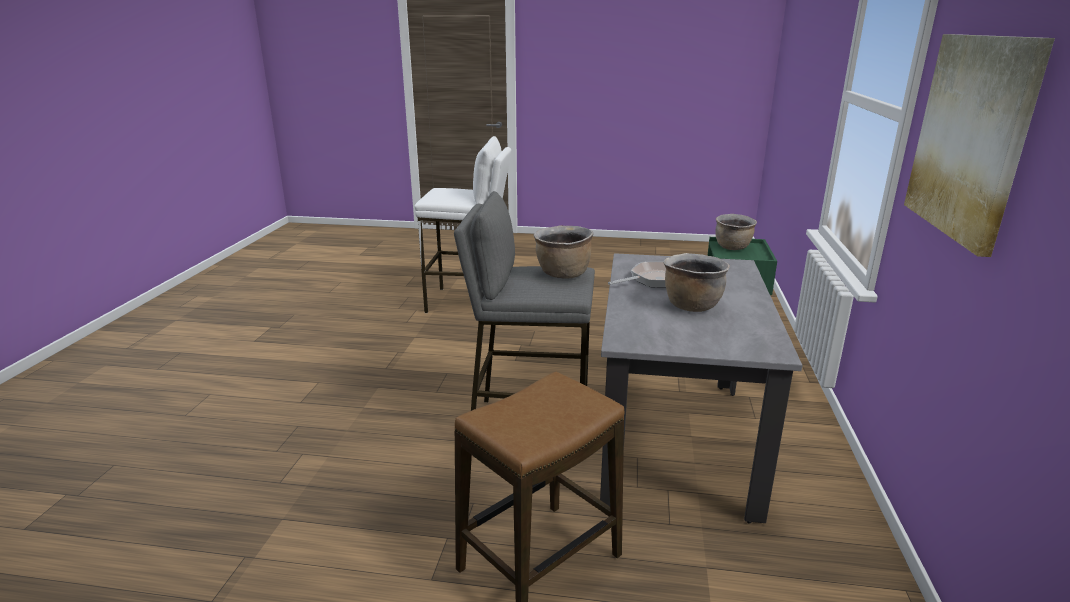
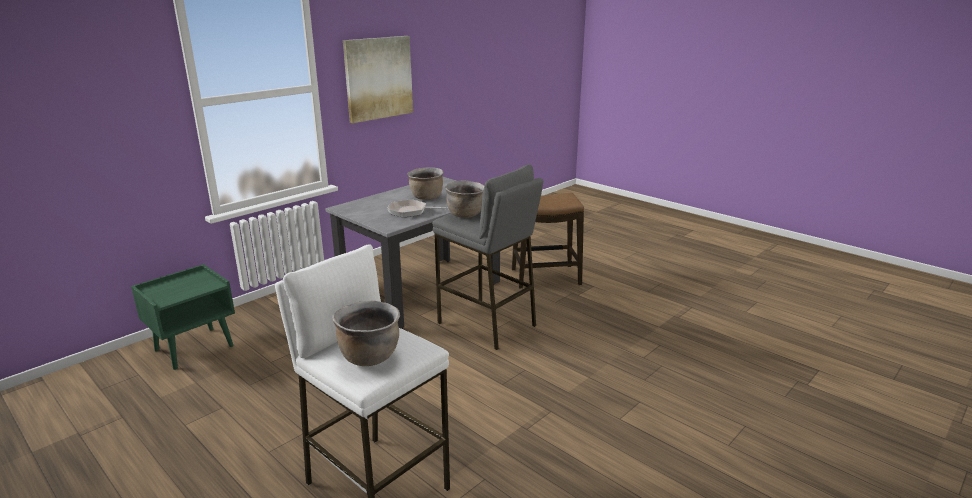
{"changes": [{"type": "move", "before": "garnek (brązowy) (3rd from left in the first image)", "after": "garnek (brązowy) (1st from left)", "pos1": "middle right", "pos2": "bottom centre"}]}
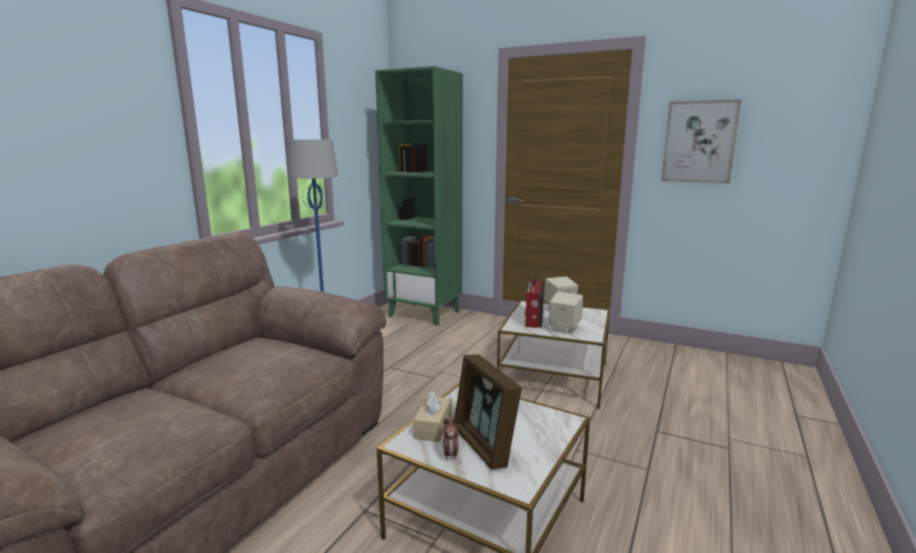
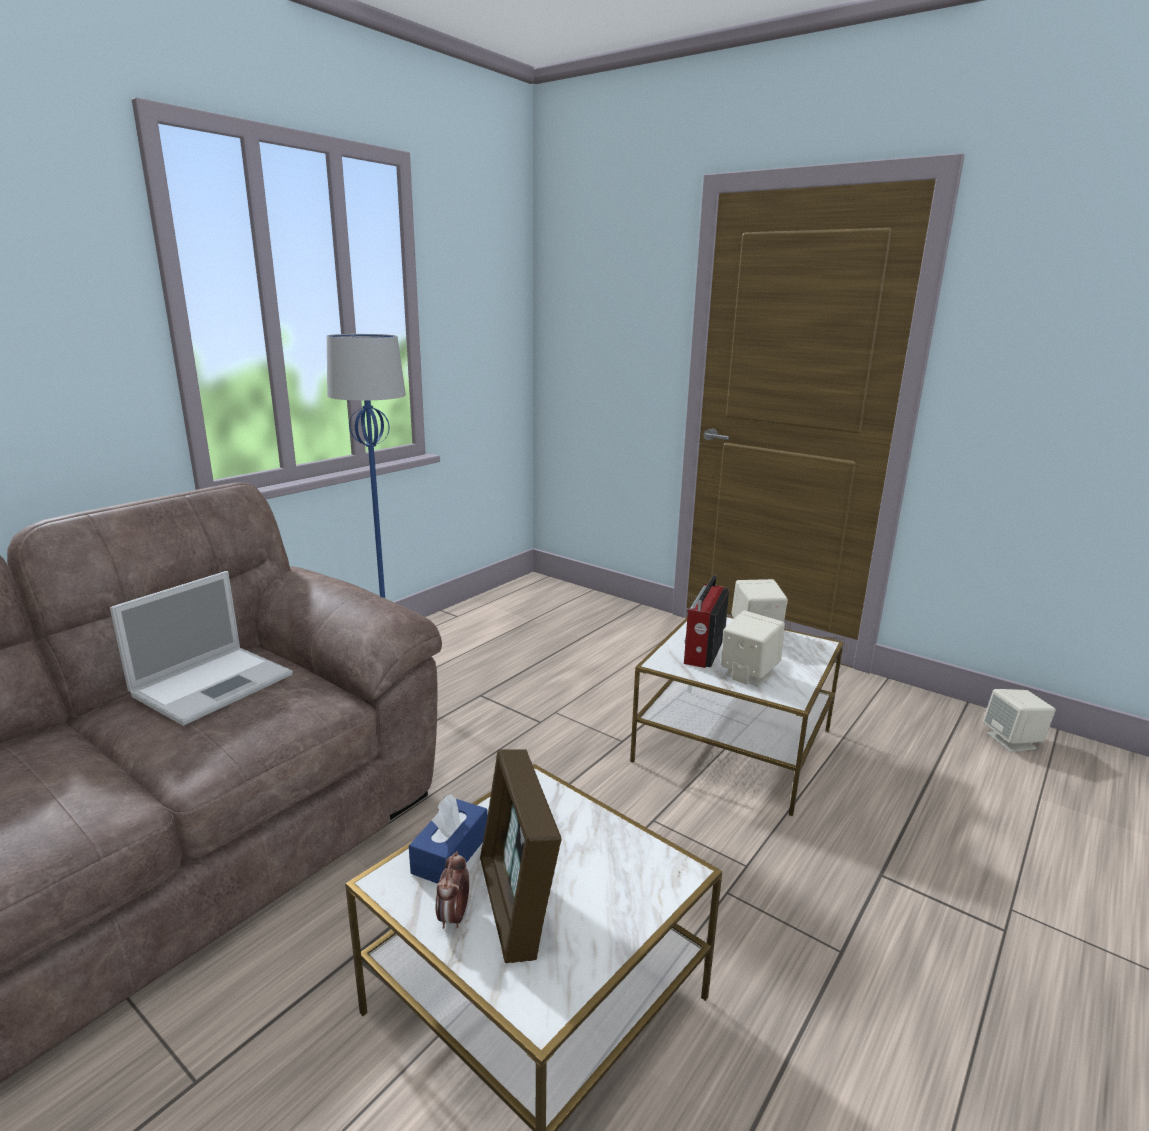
{"changes": [{"type": "delete", "before": "regał (zielony)", "pos1": "centre"}, {"type": "delete", "before": "obraz", "pos1": "top right"}, {"type": "recolor", "before": "pudełko chusteczek (beżowy)", "after": "pudełko chusteczek (niebieski)", "pos1": "bottom centre", "pos2": "bottom centre"}, {"type": "insert", "after": "laptop", "pos2": "middle left"}, {"type": "insert", "after": "głośnik (beżowy) (3rd from left)", "pos2": "middle right"}]}
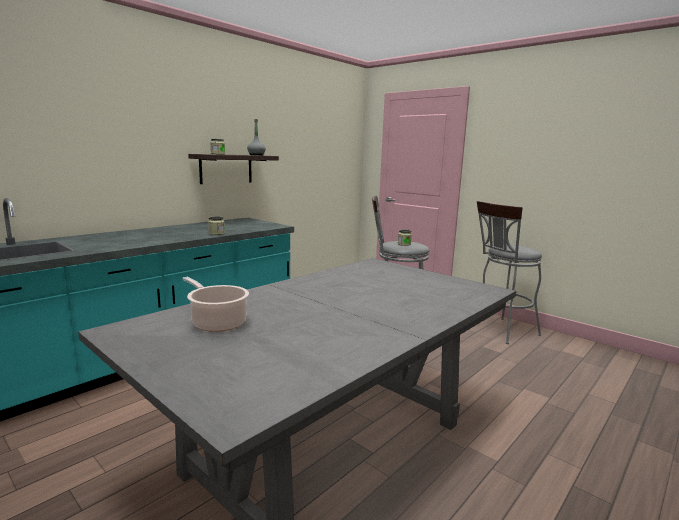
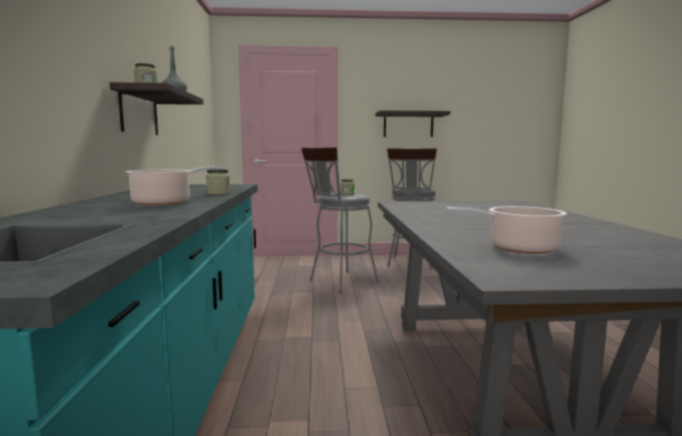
{"changes": [{"type": "insert", "after": "półka (2nd from left)", "pos2": "top centre"}, {"type": "insert", "after": "garnek (1st from left)", "pos2": "middle left"}]}
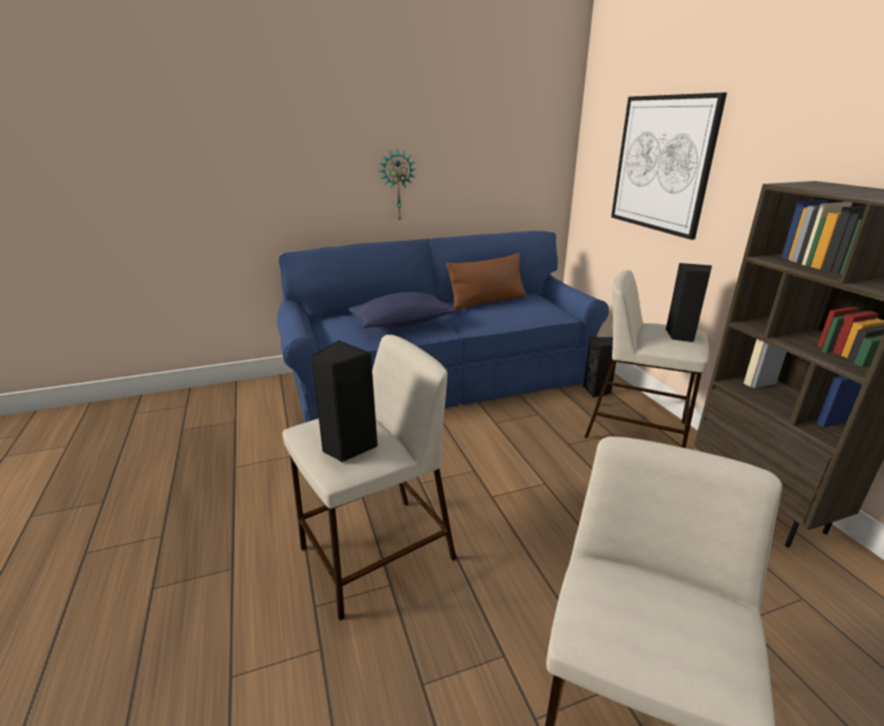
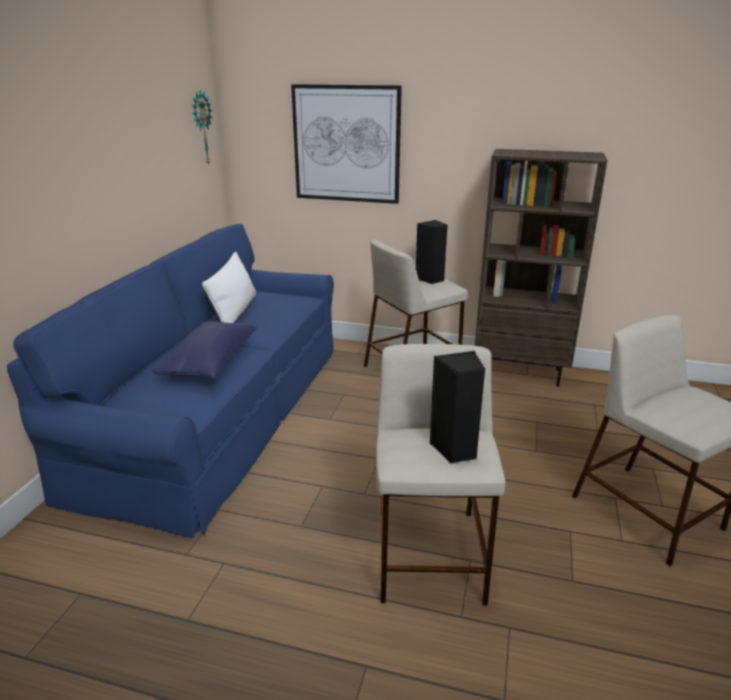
{"changes": [{"type": "move", "before": "zegar ścienny", "pos1": "top centre", "pos2": "top left"}, {"type": "recolor", "before": "poduszka (brązowy)", "after": "poduszka (biały)", "pos1": "centre", "pos2": "middle left"}, {"type": "delete", "before": "głośnik (czarny) (2nd from left)", "pos1": "middle right"}]}
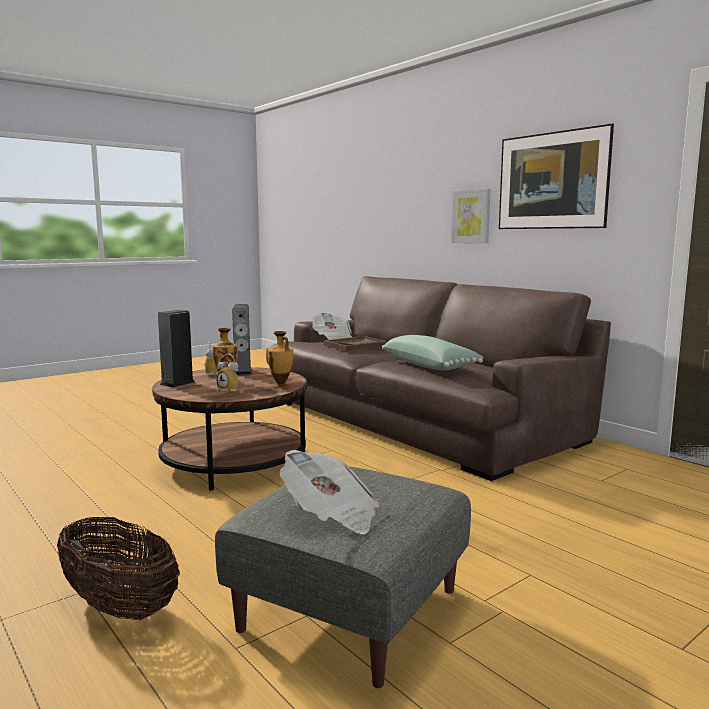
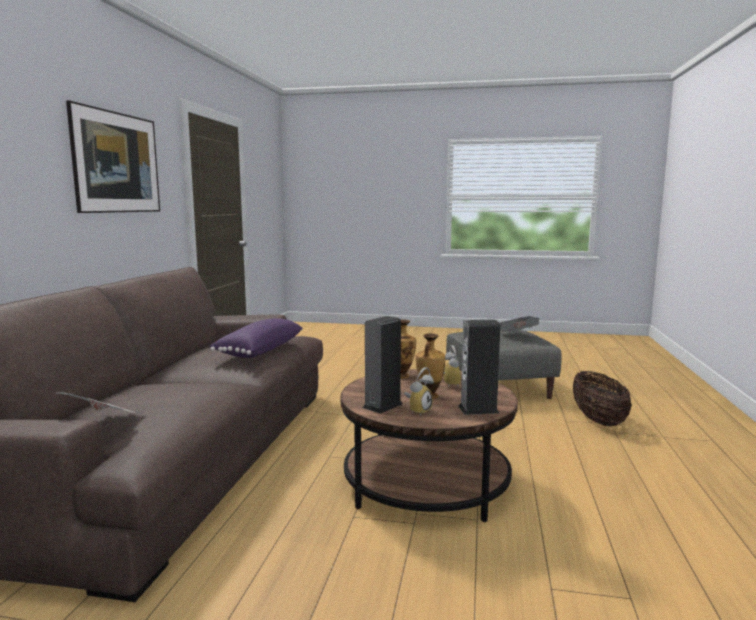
{"changes": [{"type": "delete", "before": "obraz (1st from left)", "pos1": "top centre"}, {"type": "recolor", "before": "poduszka (zielony)", "after": "poduszka (fioletowy)", "pos1": "centre", "pos2": "centre"}, {"type": "delete", "before": "taca (brązowy)", "pos1": "centre"}]}
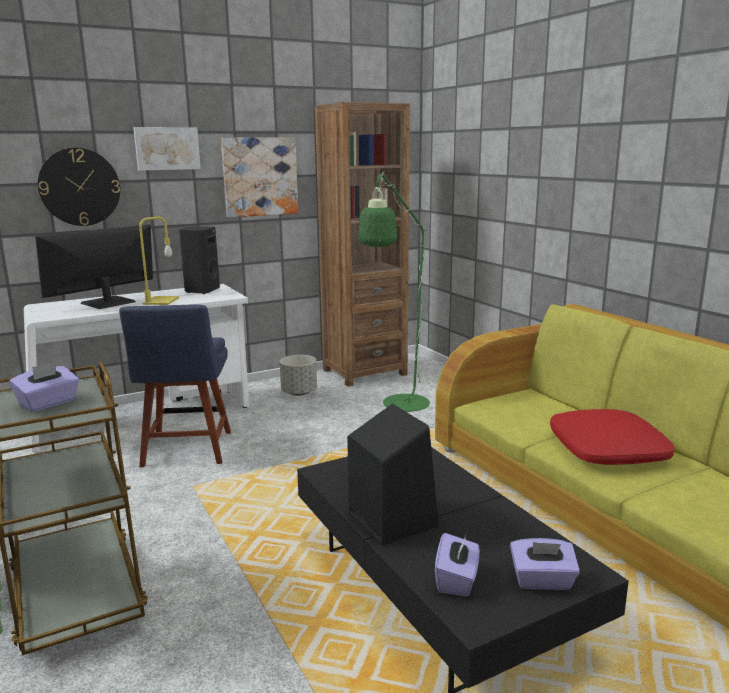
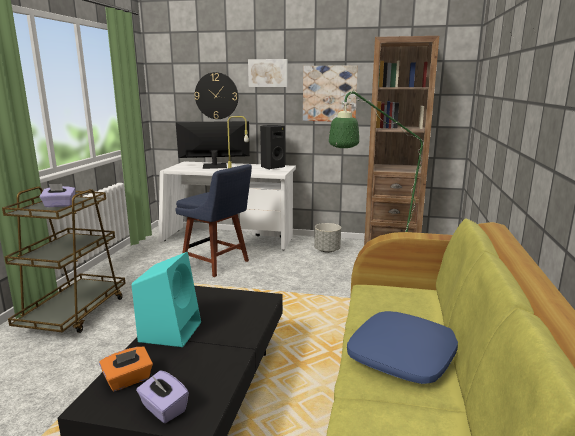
{"changes": [{"type": "rotate", "before": "krzesło (niebieski)", "pos1": "middle left", "pos2": "centre", "turn": -90}, {"type": "recolor", "before": "głośnik (czarny) (2nd from left)", "after": "głośnik (turkusowy)", "pos1": "bottom centre", "pos2": "bottom left"}, {"type": "recolor", "before": "poduszka (czerwony)", "after": "poduszka (niebieski)", "pos1": "middle right", "pos2": "bottom right"}, {"type": "recolor", "before": "pudełko chusteczek (fioletowy) (2nd from left)", "after": "pudełko chusteczek (pomarańczowy)", "pos1": "bottom centre", "pos2": "bottom left"}]}
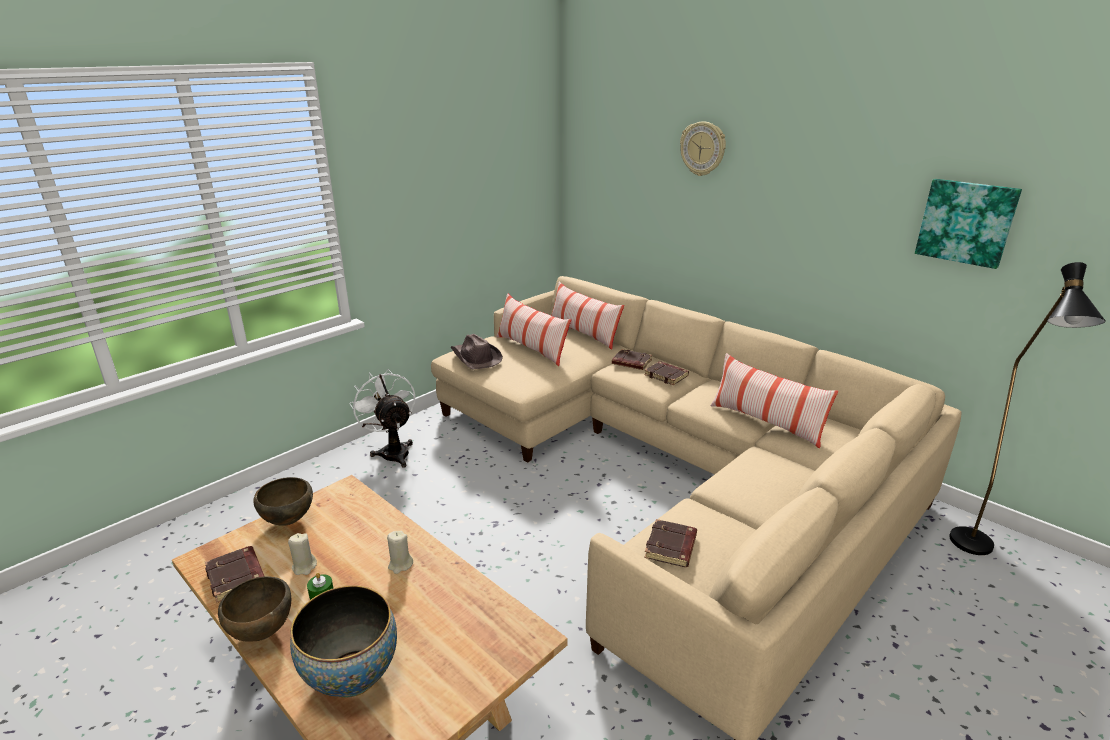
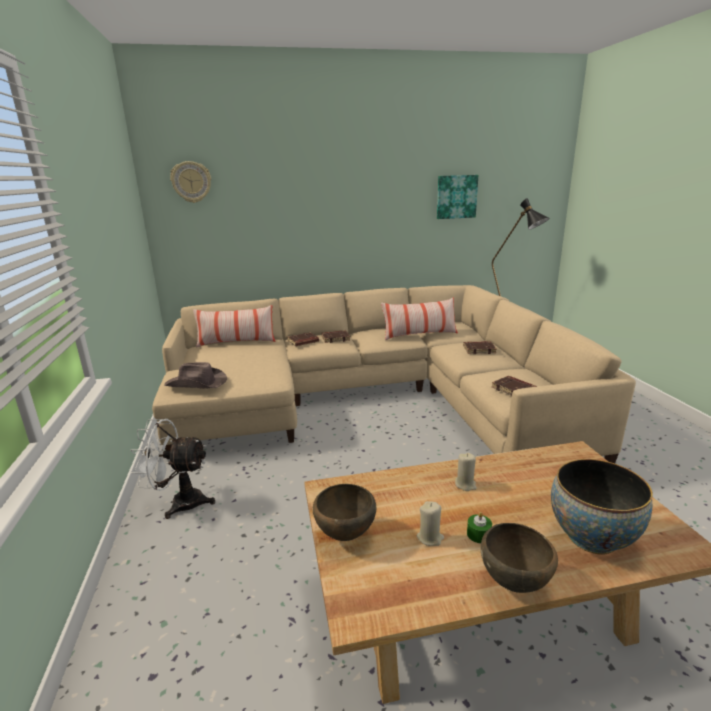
{"changes": [{"type": "move", "before": "zegar ścienny", "pos1": "top centre", "pos2": "top left"}, {"type": "delete", "before": "poduszka (1st from left)", "pos1": "centre"}, {"type": "move", "before": "książka (brązowy) (1st from left in the first image)", "after": "książka (brązowy) (3rd from left)", "pos1": "bottom left", "pos2": "middle right"}]}
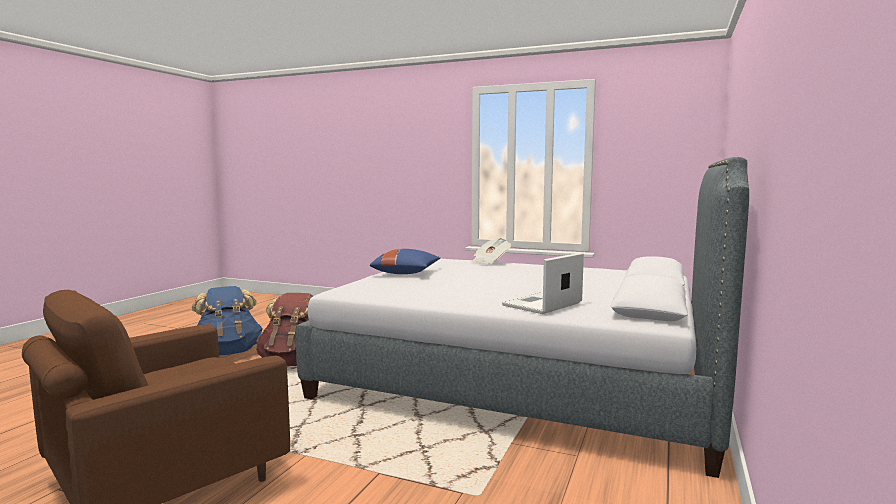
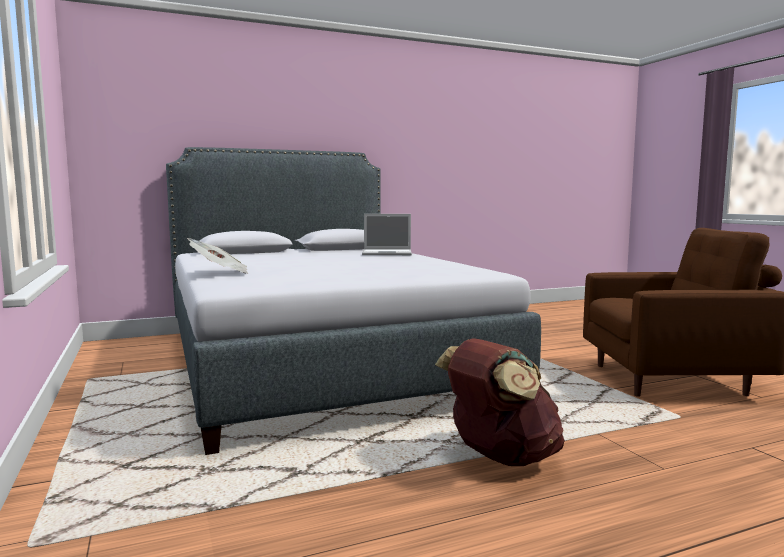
{"changes": [{"type": "delete", "before": "poduszka (niebieski)", "pos1": "centre"}, {"type": "delete", "before": "plecak (niebieski)", "pos1": "middle left"}]}
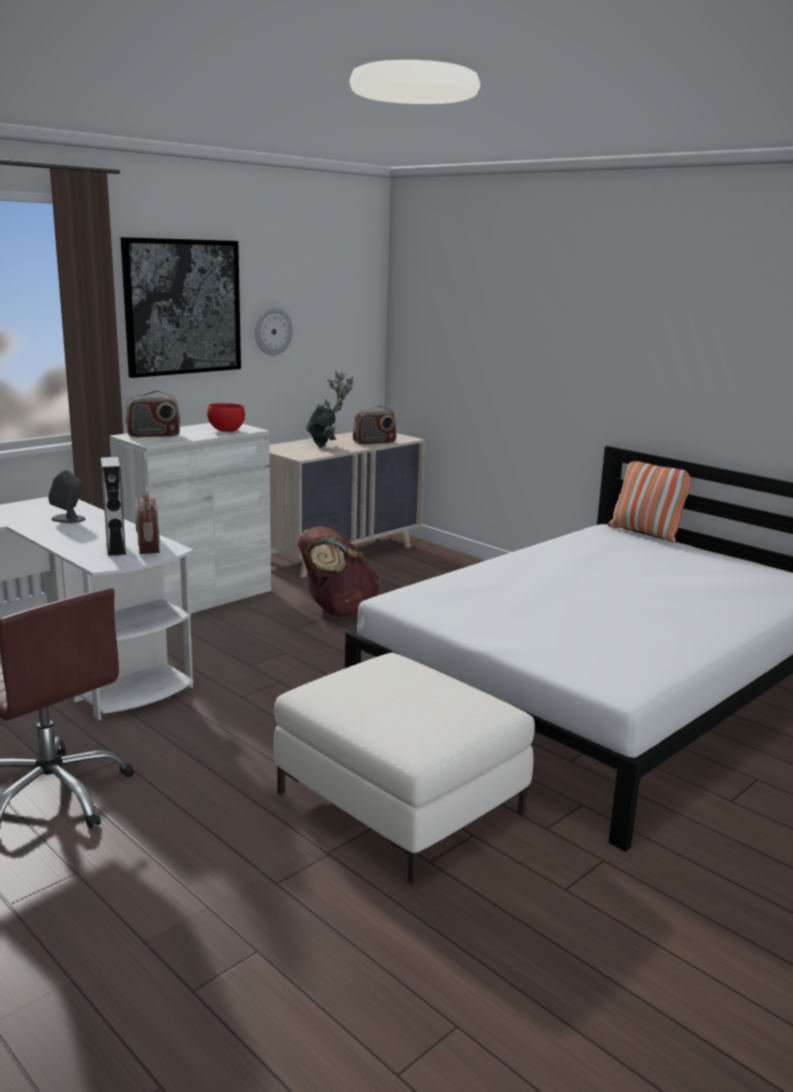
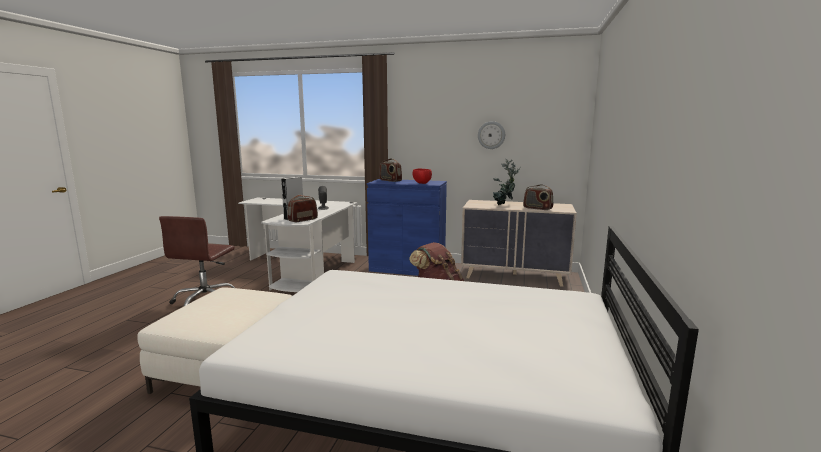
{"changes": [{"type": "delete", "before": "obraz", "pos1": "top left"}, {"type": "recolor", "before": "szafka (biały)", "after": "szafka (niebieski)", "pos1": "middle left", "pos2": "centre"}, {"type": "delete", "before": "poduszka", "pos1": "middle right"}]}
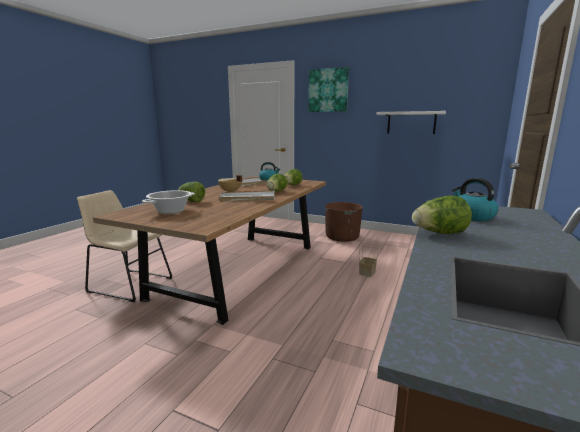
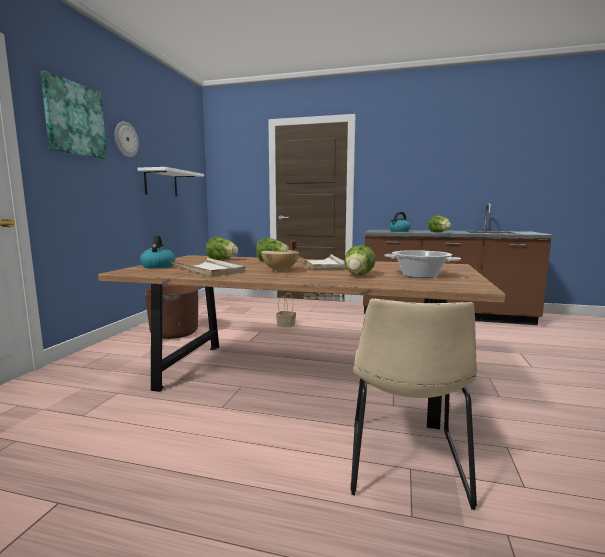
{"changes": [{"type": "insert", "after": "zegar ścienny", "pos2": "top left"}]}
